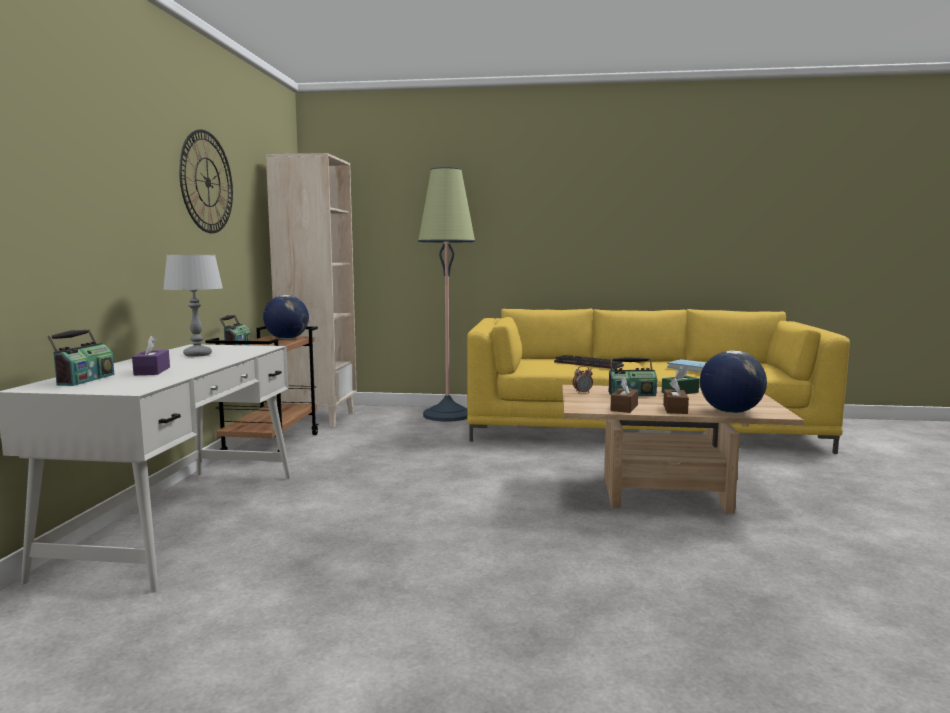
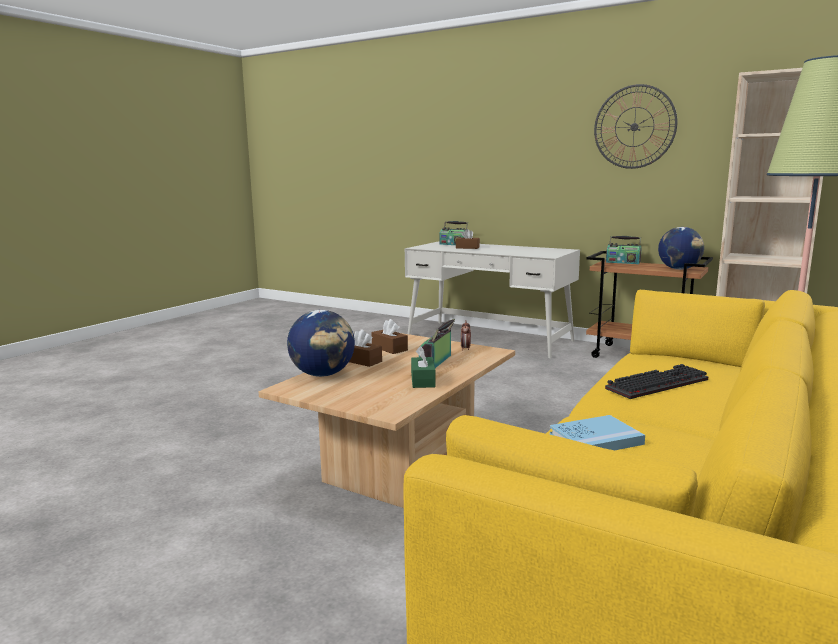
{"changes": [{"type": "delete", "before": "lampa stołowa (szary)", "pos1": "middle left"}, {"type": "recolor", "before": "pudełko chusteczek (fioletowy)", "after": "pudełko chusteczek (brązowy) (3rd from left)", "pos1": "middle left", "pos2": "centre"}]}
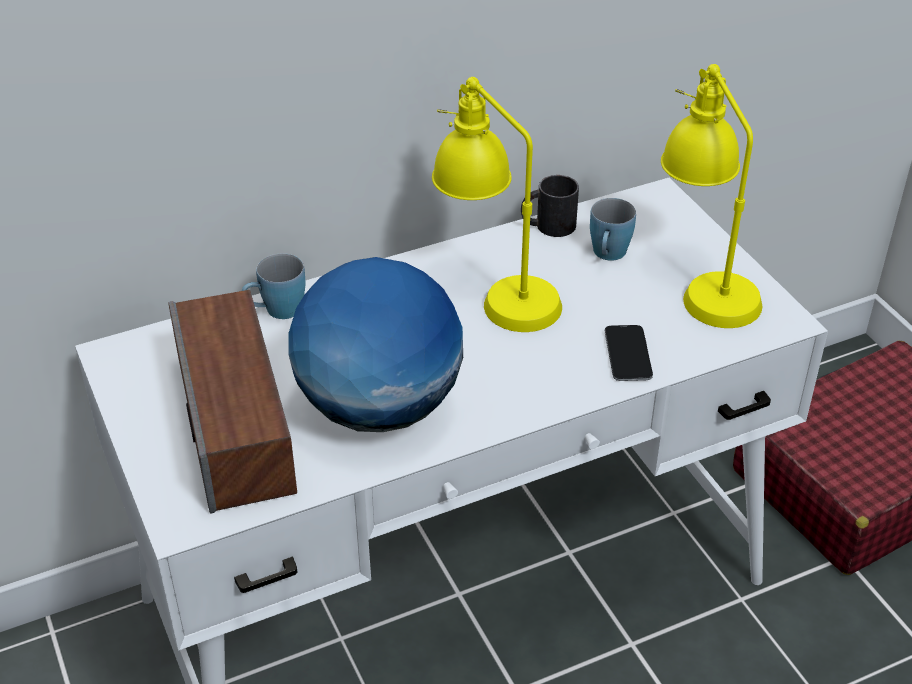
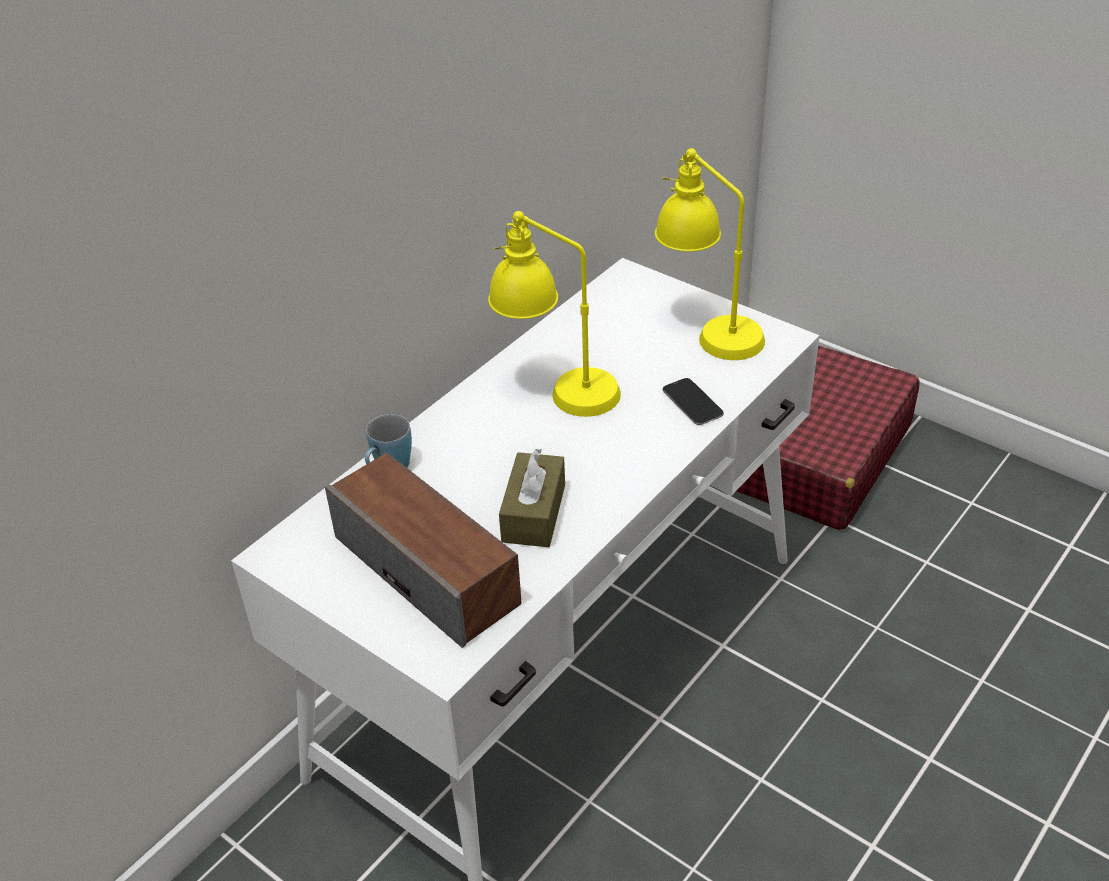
{"changes": [{"type": "delete", "before": "kubek (czarny)", "pos1": "top centre"}, {"type": "delete", "before": "kubek (niebieski) (2nd from left)", "pos1": "middle right"}, {"type": "replace", "before": "globus", "after": "pudełko chusteczek (brązowy)", "pos1": "centre", "pos2": "centre"}]}
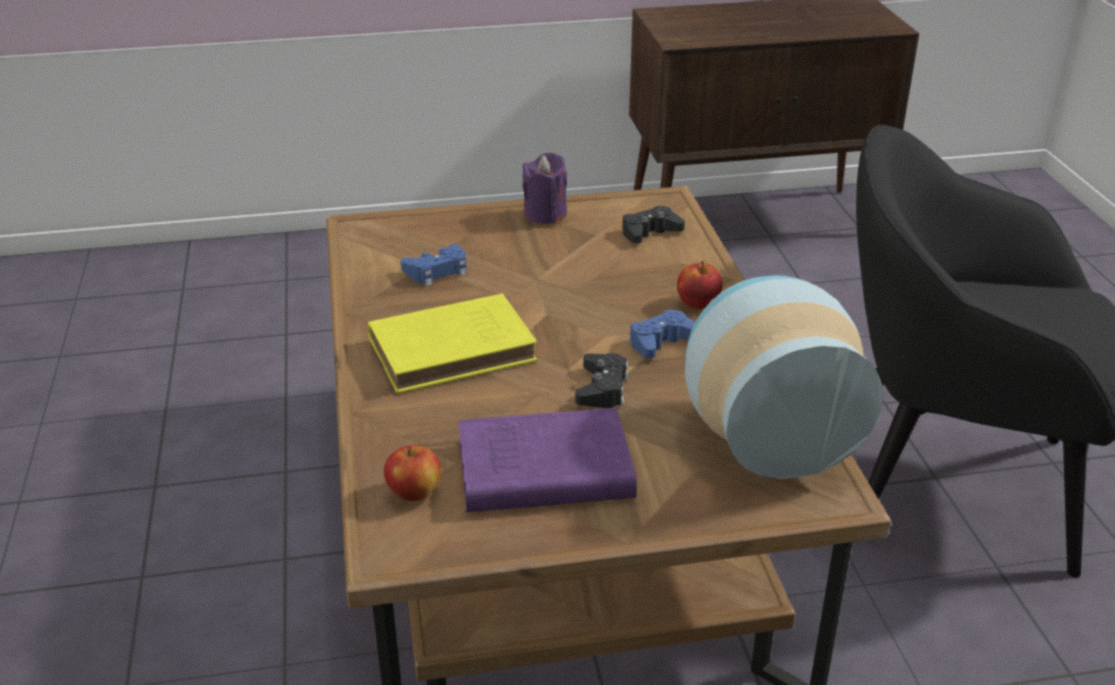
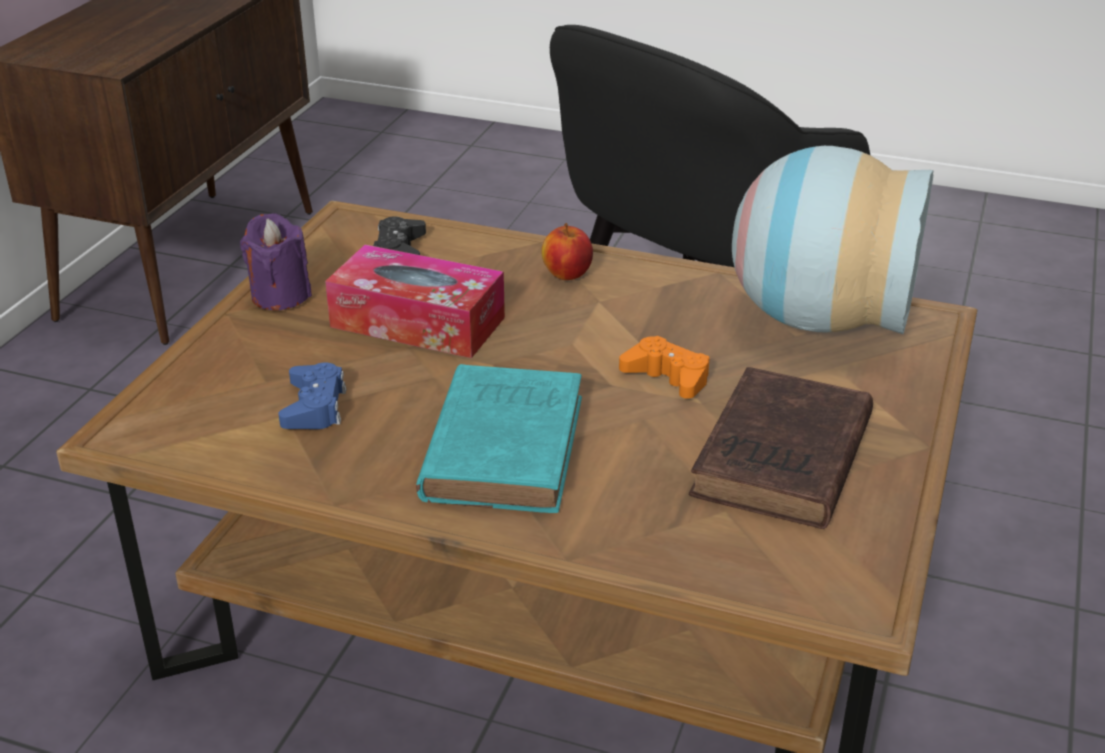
{"changes": [{"type": "recolor", "before": "książka (żółty)", "after": "książka (turkusowy)", "pos1": "centre", "pos2": "centre"}, {"type": "delete", "before": "pad do gier (niebieski) (2nd from left)", "pos1": "centre"}, {"type": "recolor", "before": "pad do gier (czarny) (1st from left)", "after": "pad do gier (pomarańczowy)", "pos1": "centre", "pos2": "centre"}, {"type": "recolor", "before": "książka (fioletowy)", "after": "książka (brązowy)", "pos1": "bottom centre", "pos2": "middle right"}, {"type": "delete", "before": "jabłko (1st from left)", "pos1": "bottom centre"}, {"type": "insert", "after": "pudełko chusteczek", "pos2": "centre"}]}
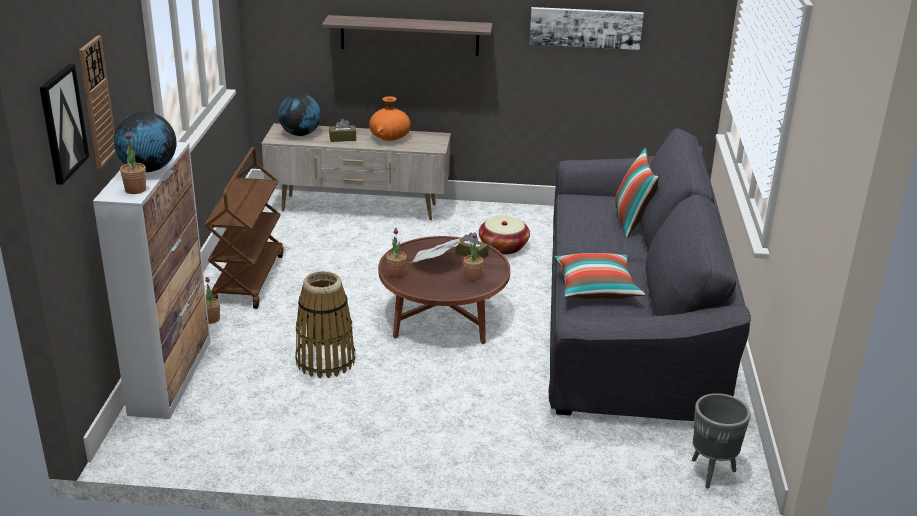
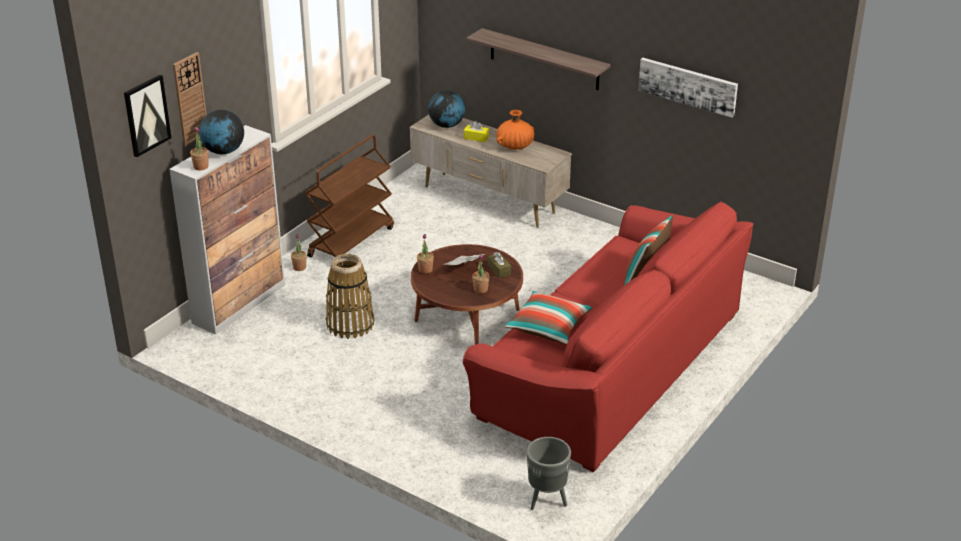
{"changes": [{"type": "recolor", "before": "pudełko chusteczek (brązowy) (1st from left)", "after": "pudełko chusteczek (żółty)", "pos1": "top centre", "pos2": "top centre"}, {"type": "recolor", "before": "kanapa (szary)", "after": "kanapa (czerwony)", "pos1": "middle right", "pos2": "centre"}, {"type": "delete", "before": "koszyk (2nd from left)", "pos1": "centre"}]}
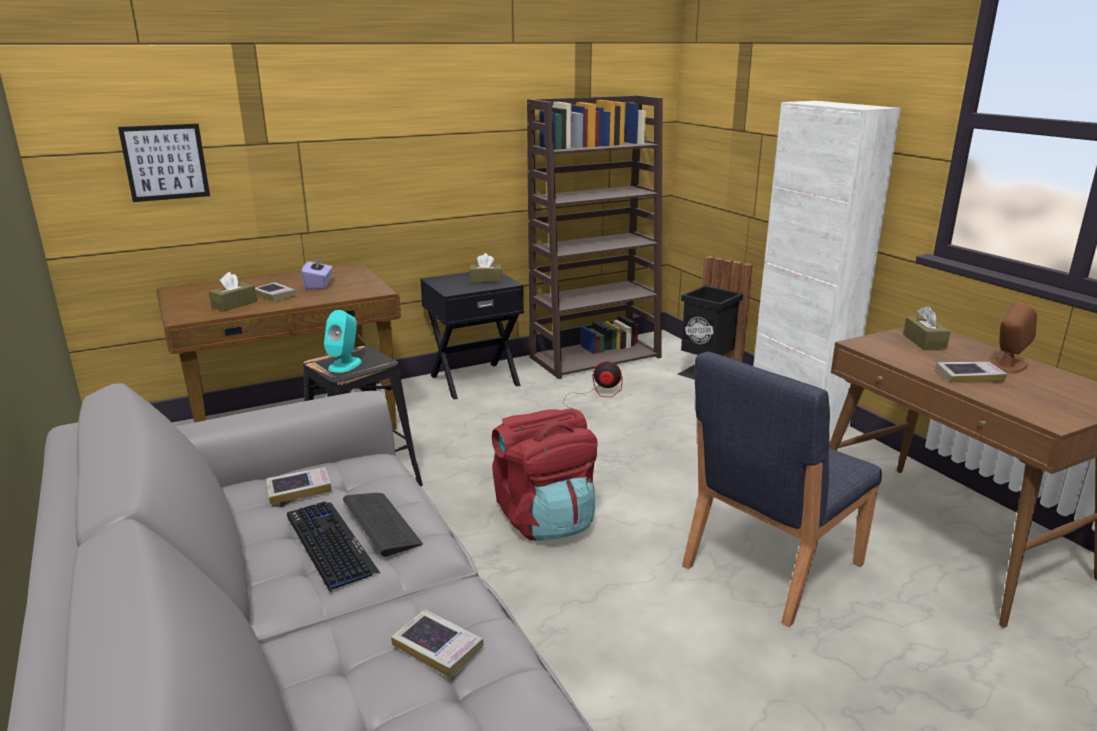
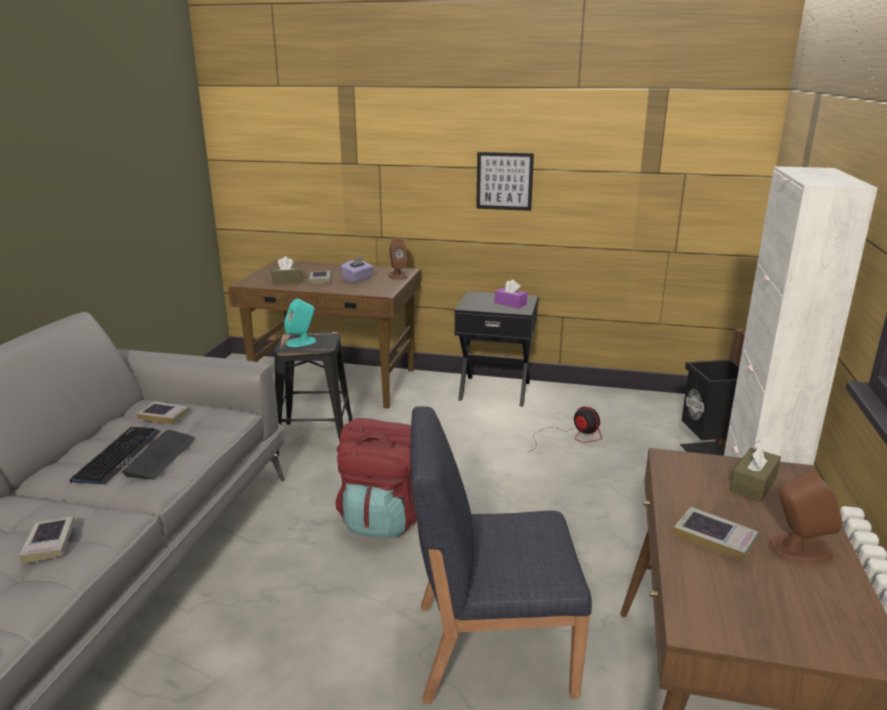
{"changes": [{"type": "delete", "before": "regał (brązowy)", "pos1": "top centre"}, {"type": "move", "before": "obraz", "pos1": "top left", "pos2": "top centre"}, {"type": "recolor", "before": "pudełko chusteczek (brązowy) (2nd from left)", "after": "pudełko chusteczek (fioletowy) (2nd from left)", "pos1": "centre", "pos2": "centre"}, {"type": "insert", "after": "głośnik (brązowy) (1st from left)", "pos2": "centre"}]}
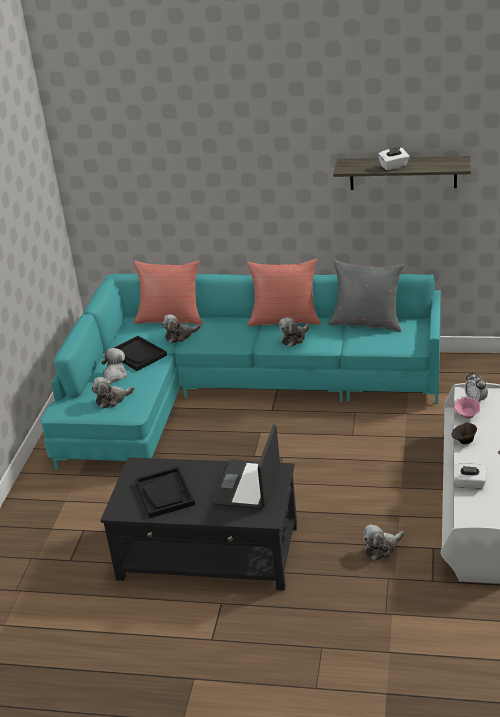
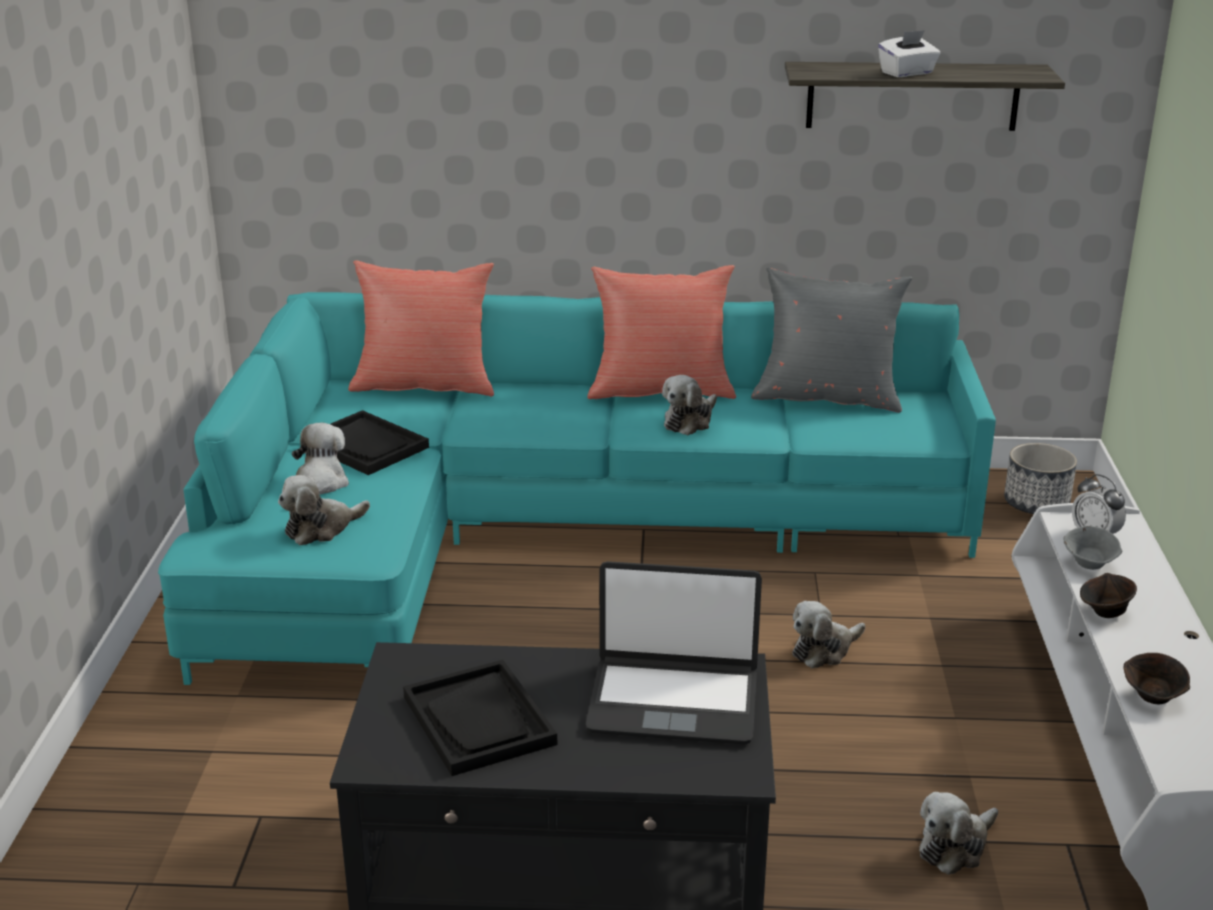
{"changes": [{"type": "move", "before": "pluszak (3rd from left in the first image)", "after": "pluszak (4th from left)", "pos1": "centre", "pos2": "bottom right"}, {"type": "recolor", "before": "miska (różowy)", "after": "miska (szary)", "pos1": "middle right", "pos2": "middle right"}, {"type": "rotate", "before": "laptop", "pos1": "centre", "pos2": "bottom centre", "turn": -90}, {"type": "replace", "before": "pudełko chusteczek (biały) (2nd from left)", "after": "miska (brązowy) (2nd from left)", "pos1": "middle right", "pos2": "bottom right"}, {"type": "insert", "after": "donica", "pos2": "middle right"}]}
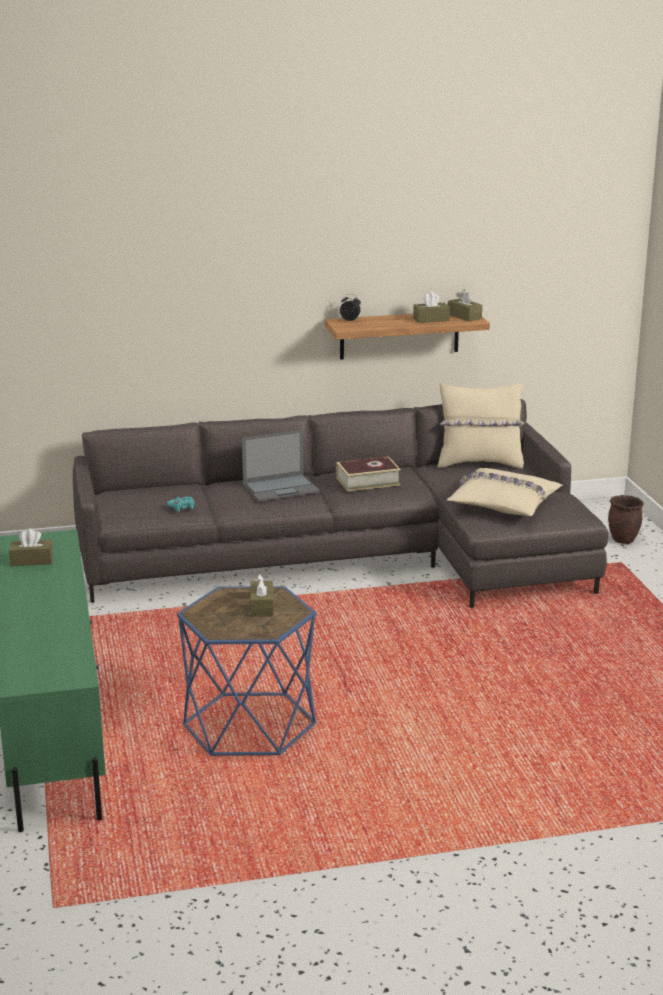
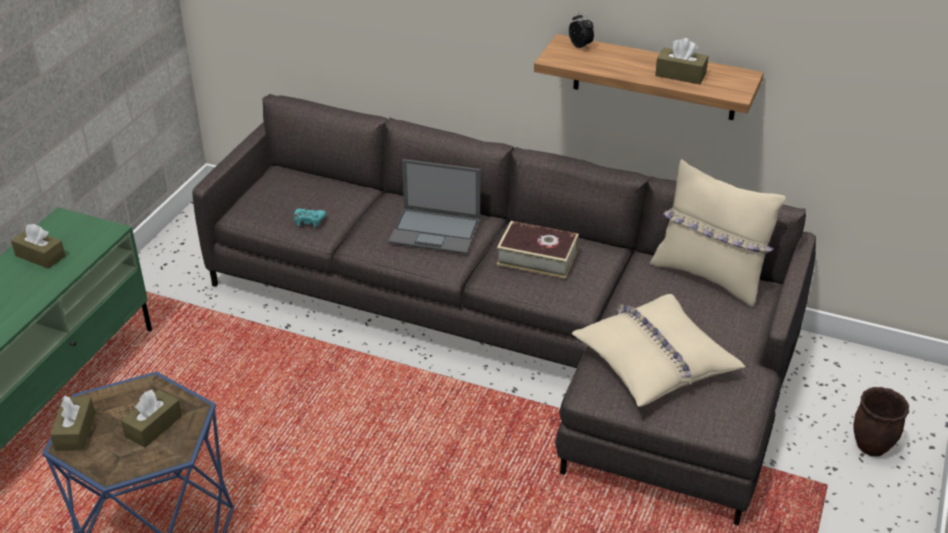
{"changes": [{"type": "move", "before": "pudełko chusteczek (brązowy) (4th from left in the first image)", "after": "pudełko chusteczek (brązowy) (2nd from left)", "pos1": "top right", "pos2": "bottom left"}]}
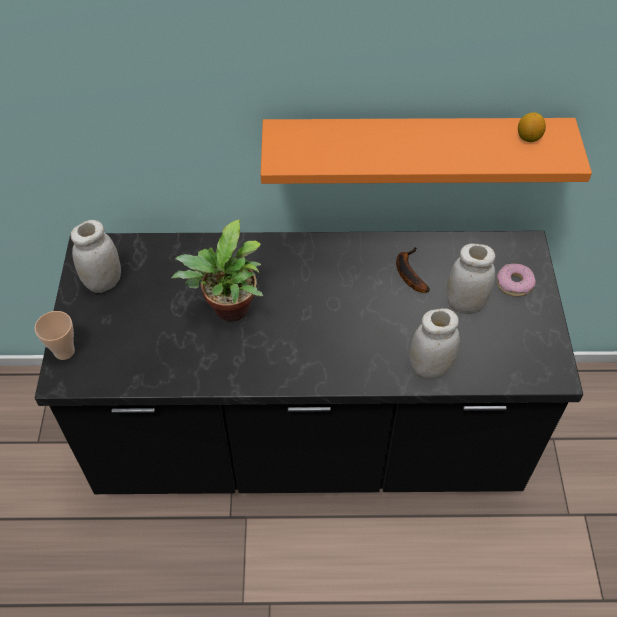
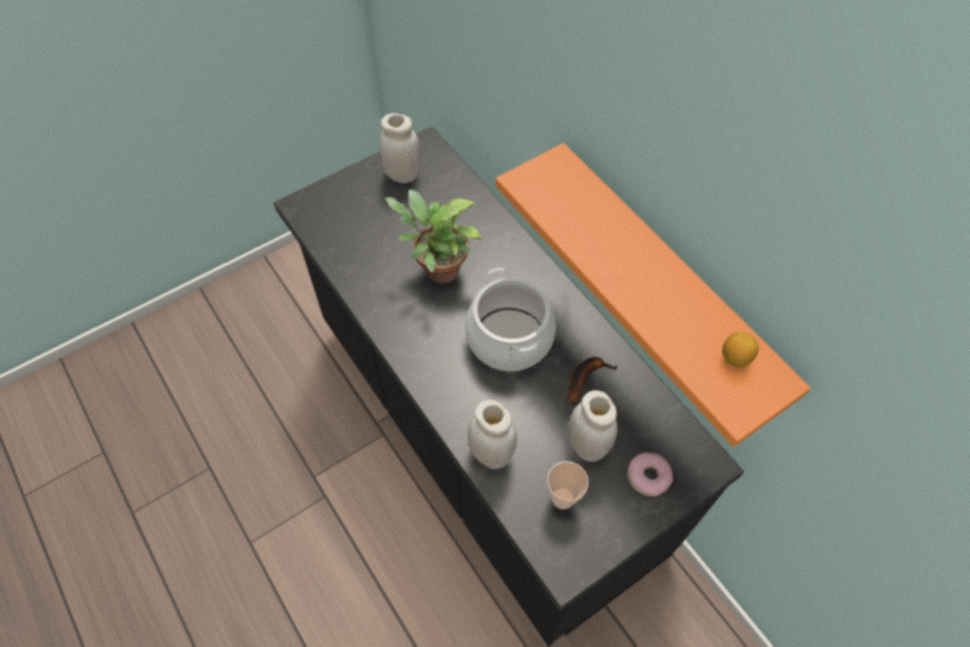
{"changes": [{"type": "move", "before": "filiżanka", "pos1": "middle left", "pos2": "bottom centre"}, {"type": "insert", "after": "garnek", "pos2": "centre"}]}
